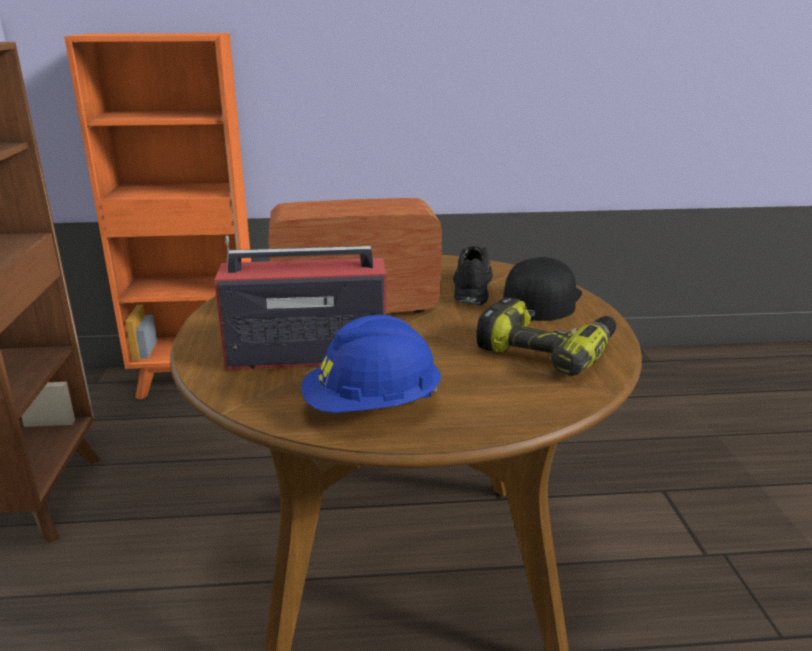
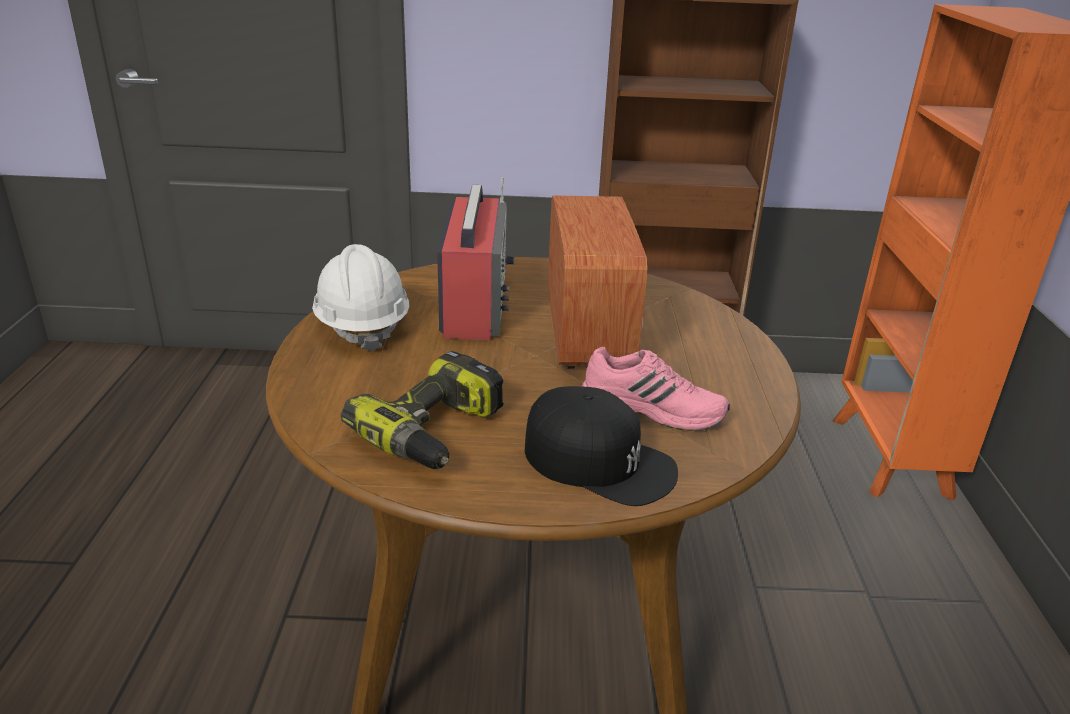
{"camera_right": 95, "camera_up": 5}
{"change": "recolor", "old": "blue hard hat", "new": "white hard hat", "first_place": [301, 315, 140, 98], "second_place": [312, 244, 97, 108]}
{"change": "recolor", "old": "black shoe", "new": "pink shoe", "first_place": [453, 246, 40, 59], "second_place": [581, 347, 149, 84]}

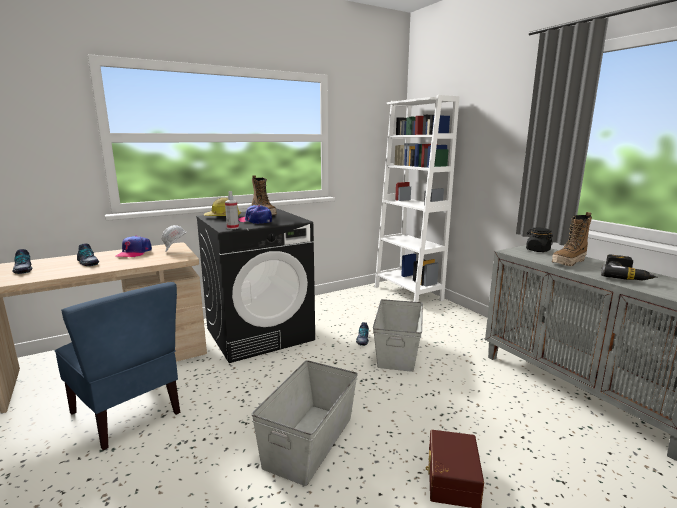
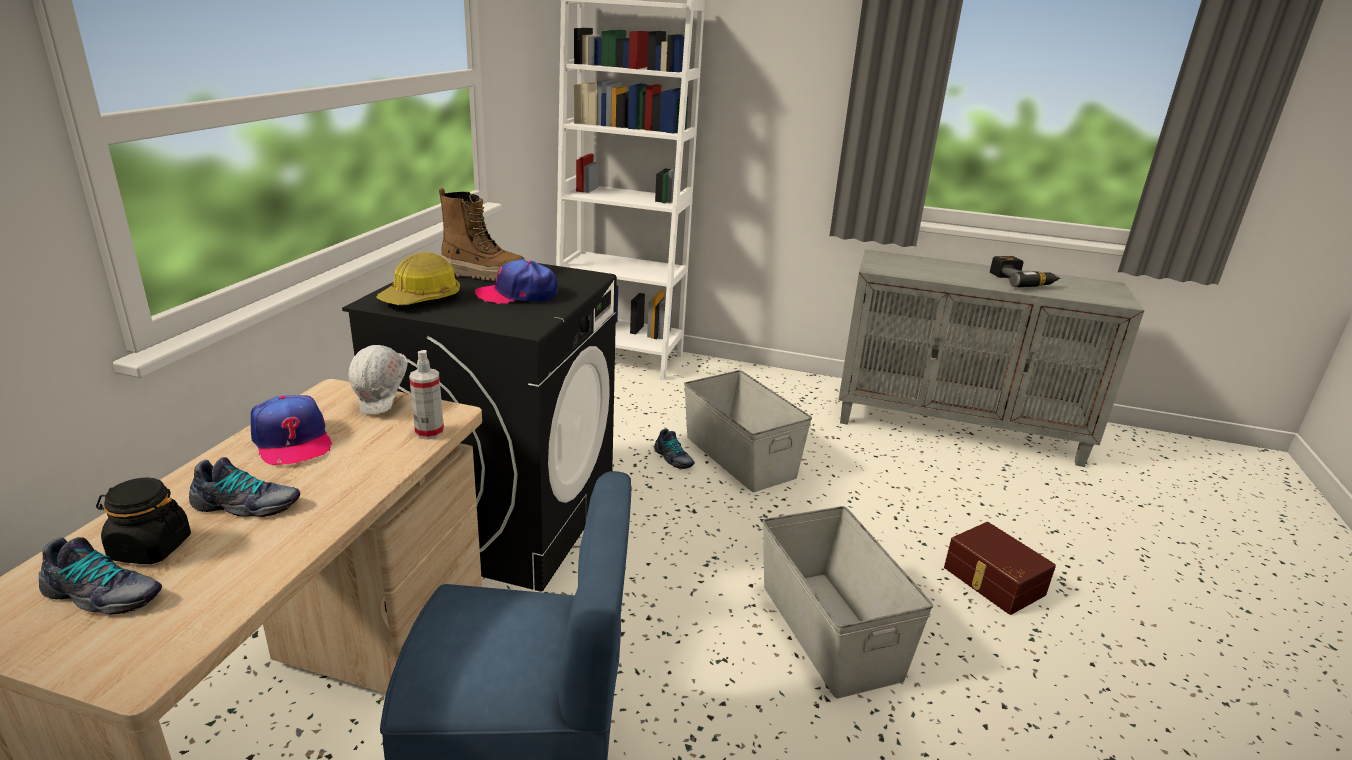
{"camera_right": -45, "camera_up": 10}
{"change": "move", "old": "spray bottle", "first_place": [225, 191, 14, 38], "second_place": [409, 350, 35, 90]}
{"change": "move", "old": "black jar", "first_place": [526, 228, 27, 24], "second_place": [96, 477, 95, 87]}
{"change": "delete", "old": "boot", "first_place": [552, 212, 40, 54]}

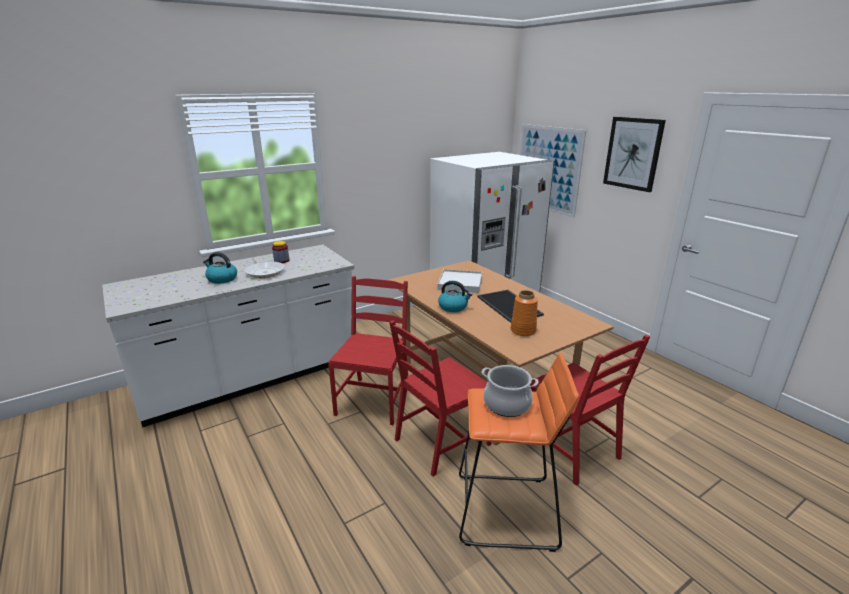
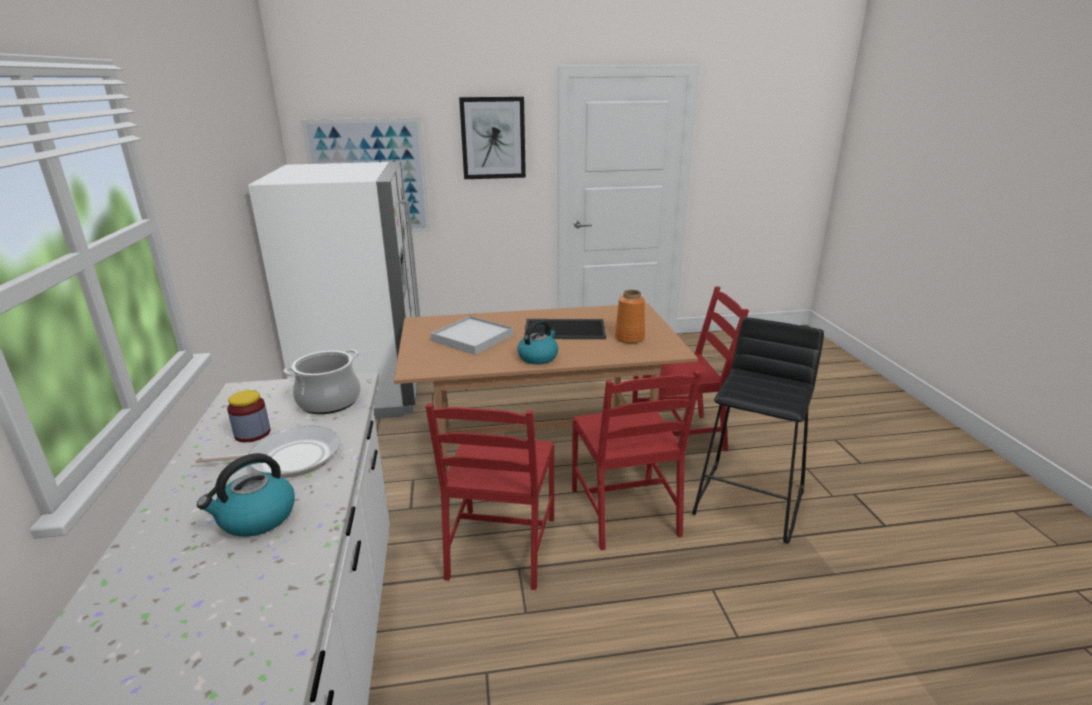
{"camera_right": -65, "camera_up": 0}
{"change": "rotate", "old": "red chair", "first_place": [328, 276, 80, 149], "second_place": [425, 403, 129, 187], "degrees": -120}
{"change": "recolor", "old": "orange stool", "new": "black stool", "first_place": [459, 353, 120, 199], "second_place": [692, 317, 132, 227]}
{"change": "move", "old": "cooking pot", "first_place": [481, 365, 57, 52], "second_place": [283, 349, 78, 65]}

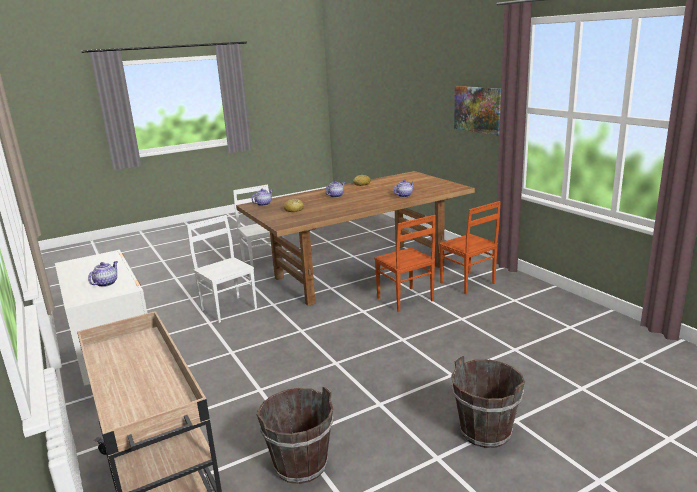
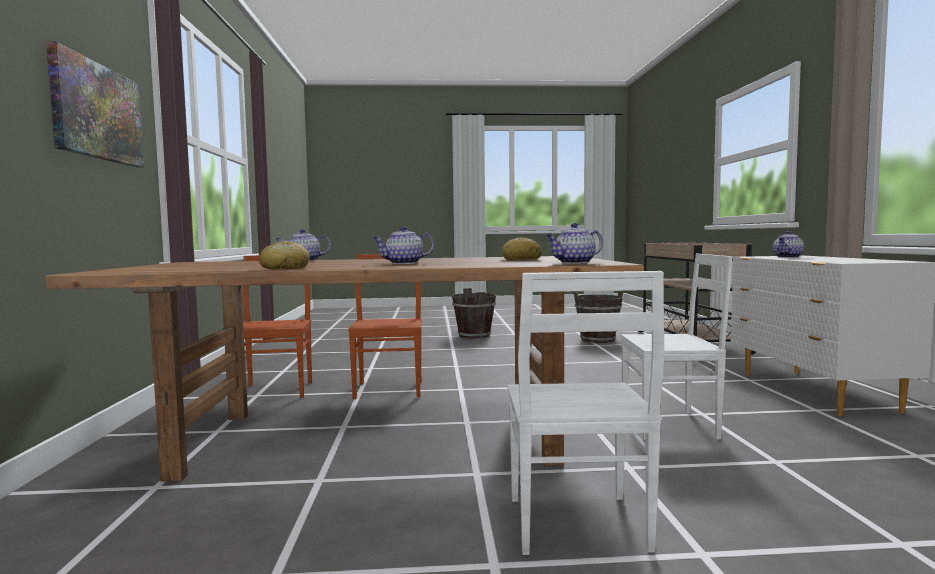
{"camera_right": -155, "camera_up": -15}
{"change": "rotate", "old": "white chair", "first_place": [187, 215, 70, 108], "second_place": [621, 253, 112, 187], "degrees": -75}

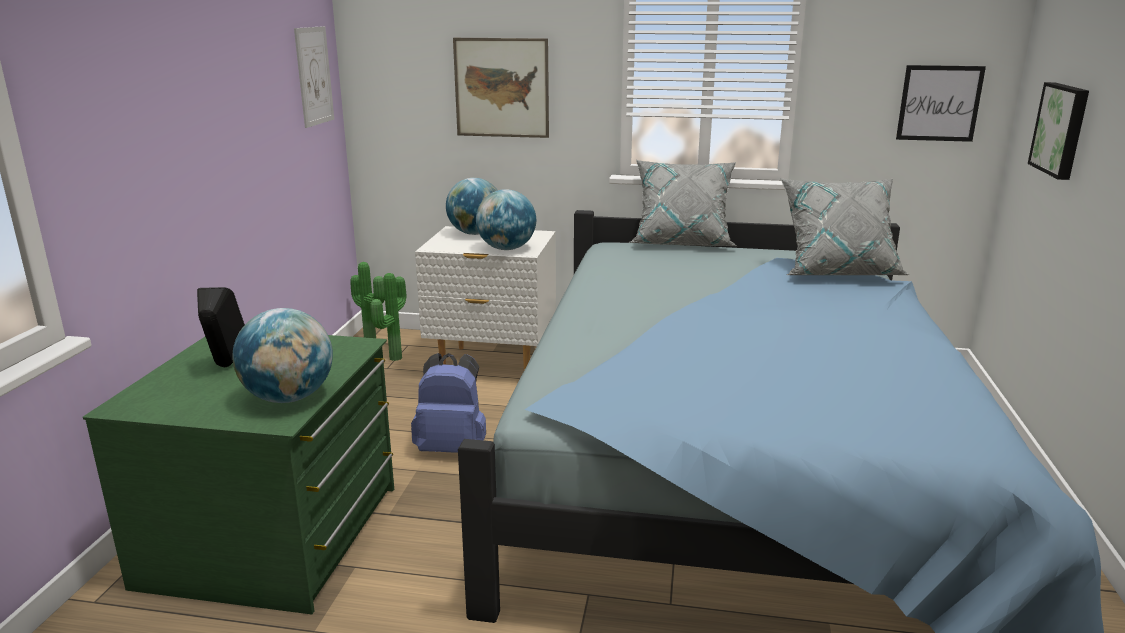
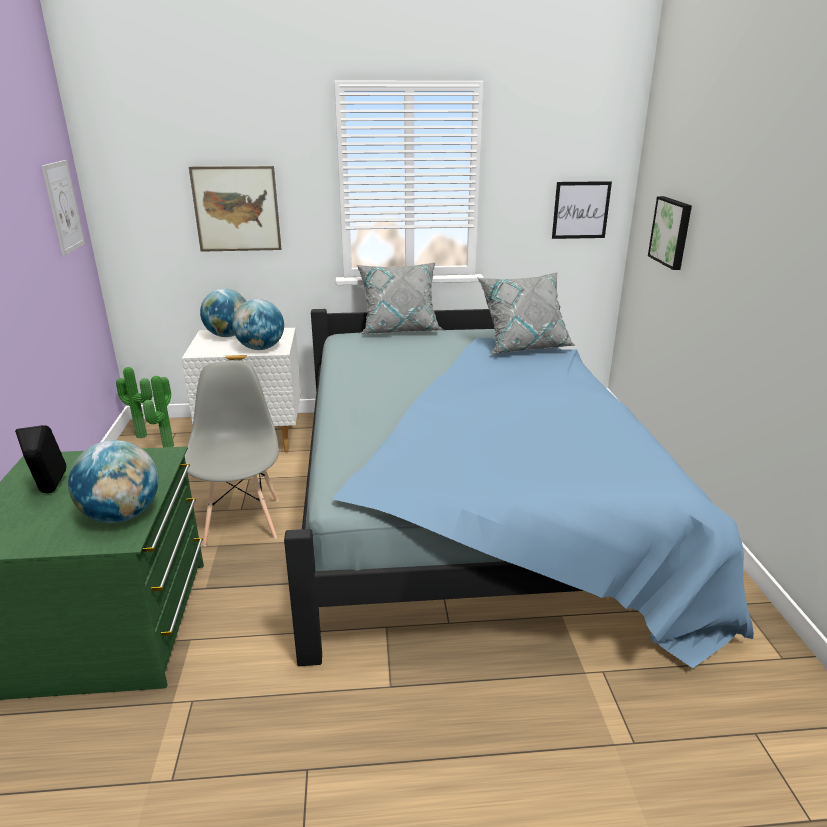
{"camera_right": -15, "camera_up": 5}
{"change": "replace", "old": "blue backpack", "new": "grey chair", "first_place": [411, 353, 75, 100], "second_place": [185, 361, 94, 186]}

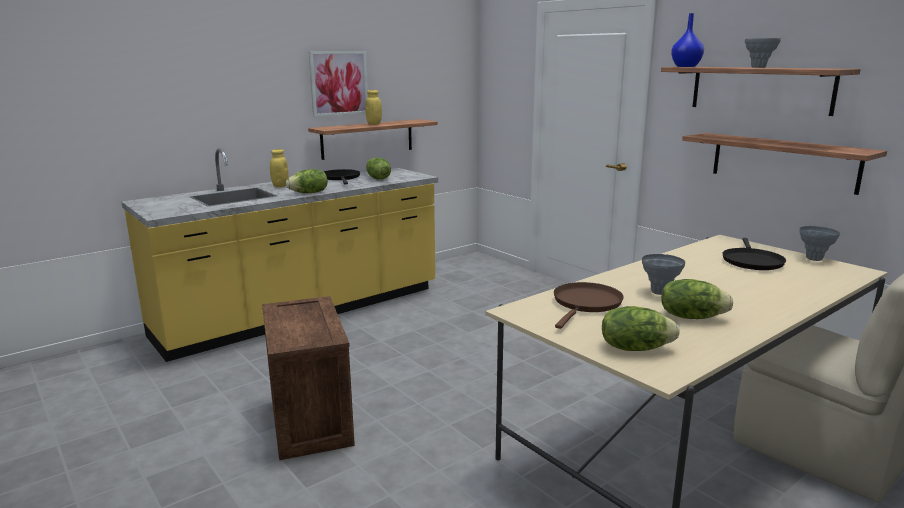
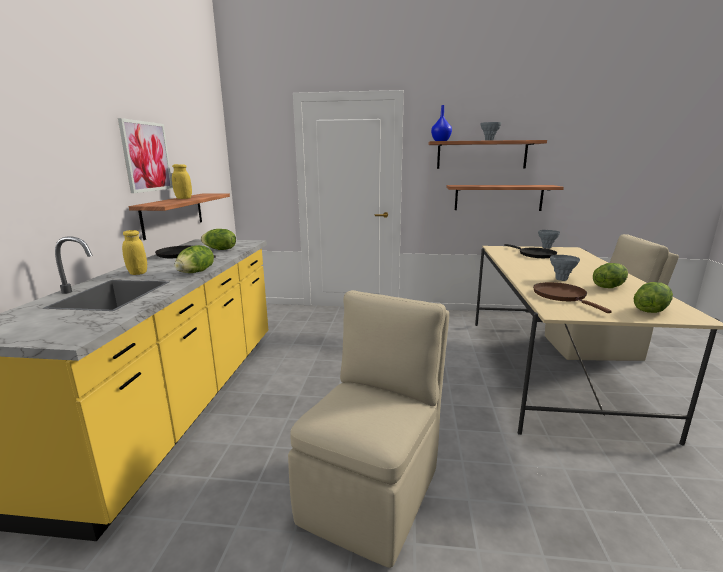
{"camera_right": -45, "camera_up": 0}
{"change": "replace", "old": "crate", "new": "beige chair", "first_place": [262, 296, 93, 164], "second_place": [288, 290, 161, 278]}

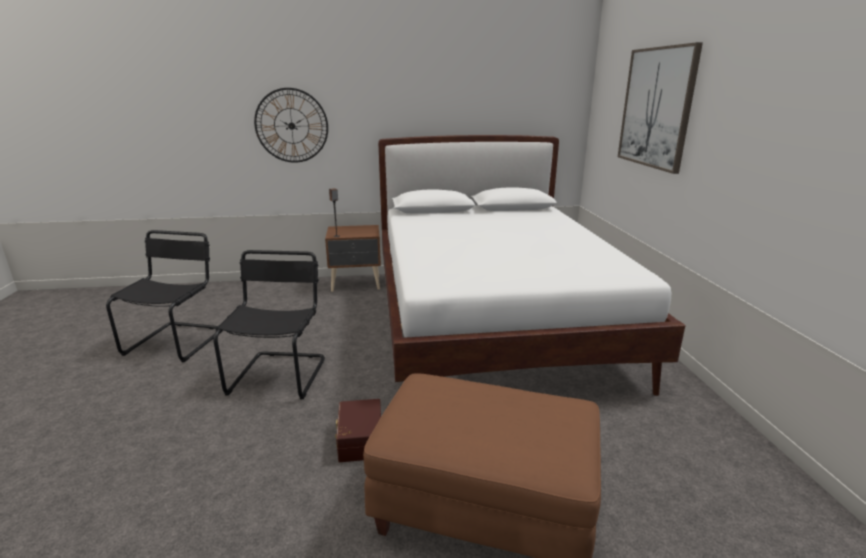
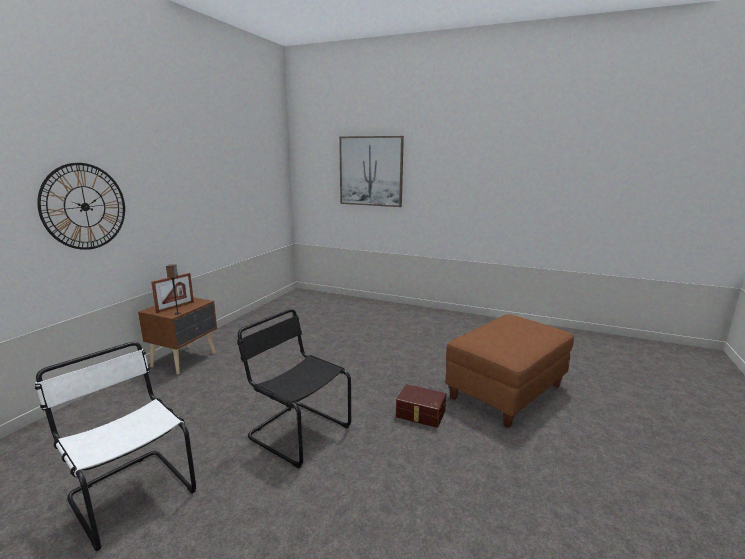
{"camera_right": -60, "camera_up": -5}
{"change": "recolor", "old": "black chair", "new": "white chair", "first_place": [106, 230, 111, 132], "second_place": [35, 342, 161, 209]}
{"change": "delete", "old": "white bed", "first_place": [378, 135, 308, 261]}
{"change": "insert", "new": "picture frame", "second_place": [151, 273, 43, 40]}

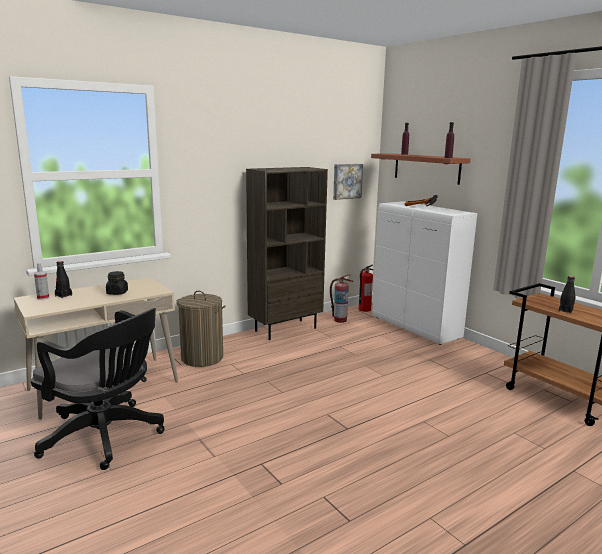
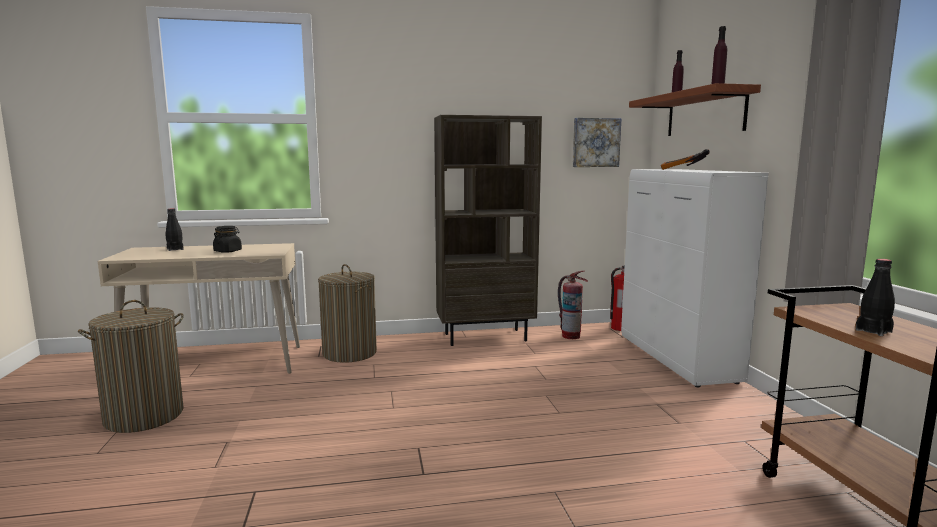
{"camera_right": 25, "camera_up": -5}
{"change": "replace", "old": "black office chair", "new": "laundry basket", "first_place": [31, 308, 134, 162], "second_place": [78, 300, 106, 133]}
{"change": "delete", "old": "spray bottle", "first_place": [34, 263, 15, 37]}

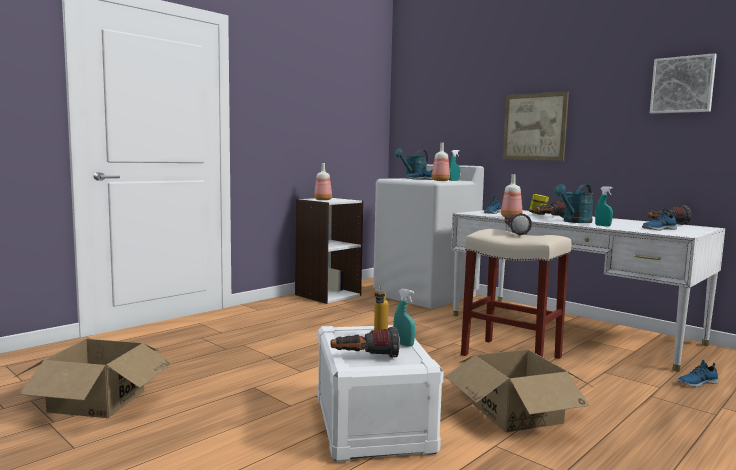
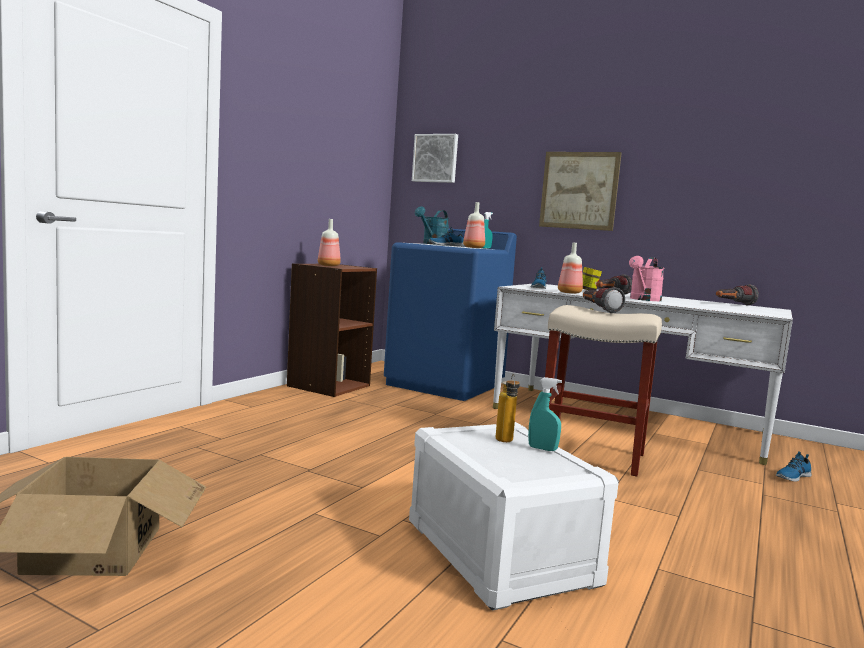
{"camera_right": -15, "camera_up": 0}
{"change": "recolor", "old": "white bookcase", "new": "brown bookcase", "first_place": [295, 197, 68, 107], "second_place": [287, 264, 90, 133]}
{"change": "delete", "old": "flashlight", "first_place": [330, 326, 70, 32]}
{"change": "recolor", "old": "white washing machine", "new": "blue washing machine", "first_place": [373, 164, 111, 145], "second_place": [384, 228, 133, 173]}
{"change": "delete", "old": "cardboard box", "first_place": [445, 349, 148, 83]}
{"change": "recolor", "old": "turquoise watering can", "new": "pink watering can", "first_place": [554, 184, 40, 39], "second_place": [629, 256, 36, 45]}
{"change": "delete", "old": "turquoise spray bottle", "first_place": [595, 186, 18, 40]}
{"change": "delete", "old": "shoe", "first_place": [642, 208, 35, 22]}
{"change": "move", "old": "picture", "first_place": [650, 53, 67, 61], "second_place": [412, 134, 46, 49]}

